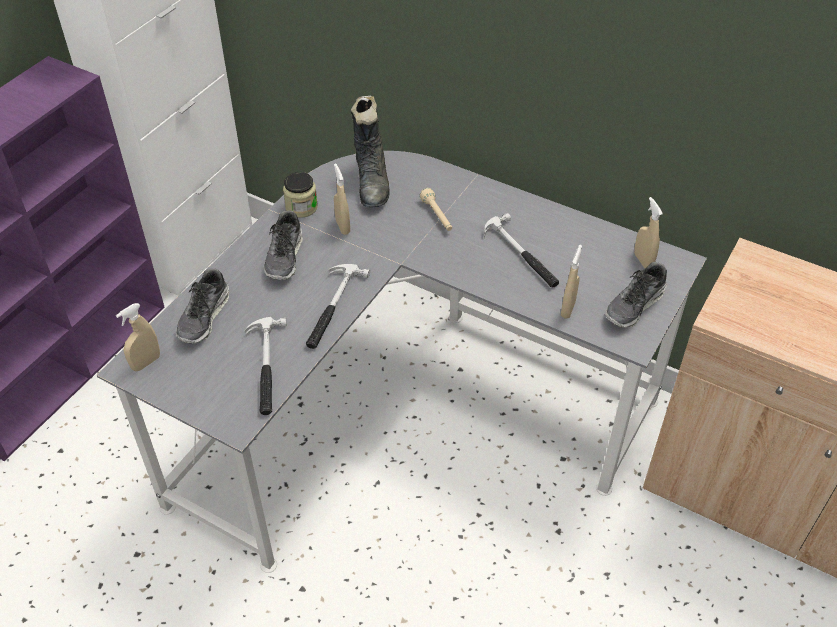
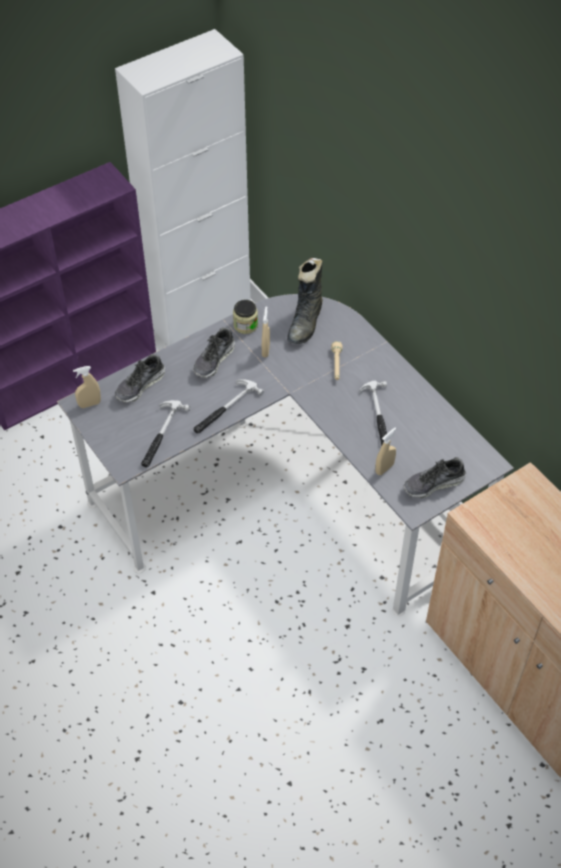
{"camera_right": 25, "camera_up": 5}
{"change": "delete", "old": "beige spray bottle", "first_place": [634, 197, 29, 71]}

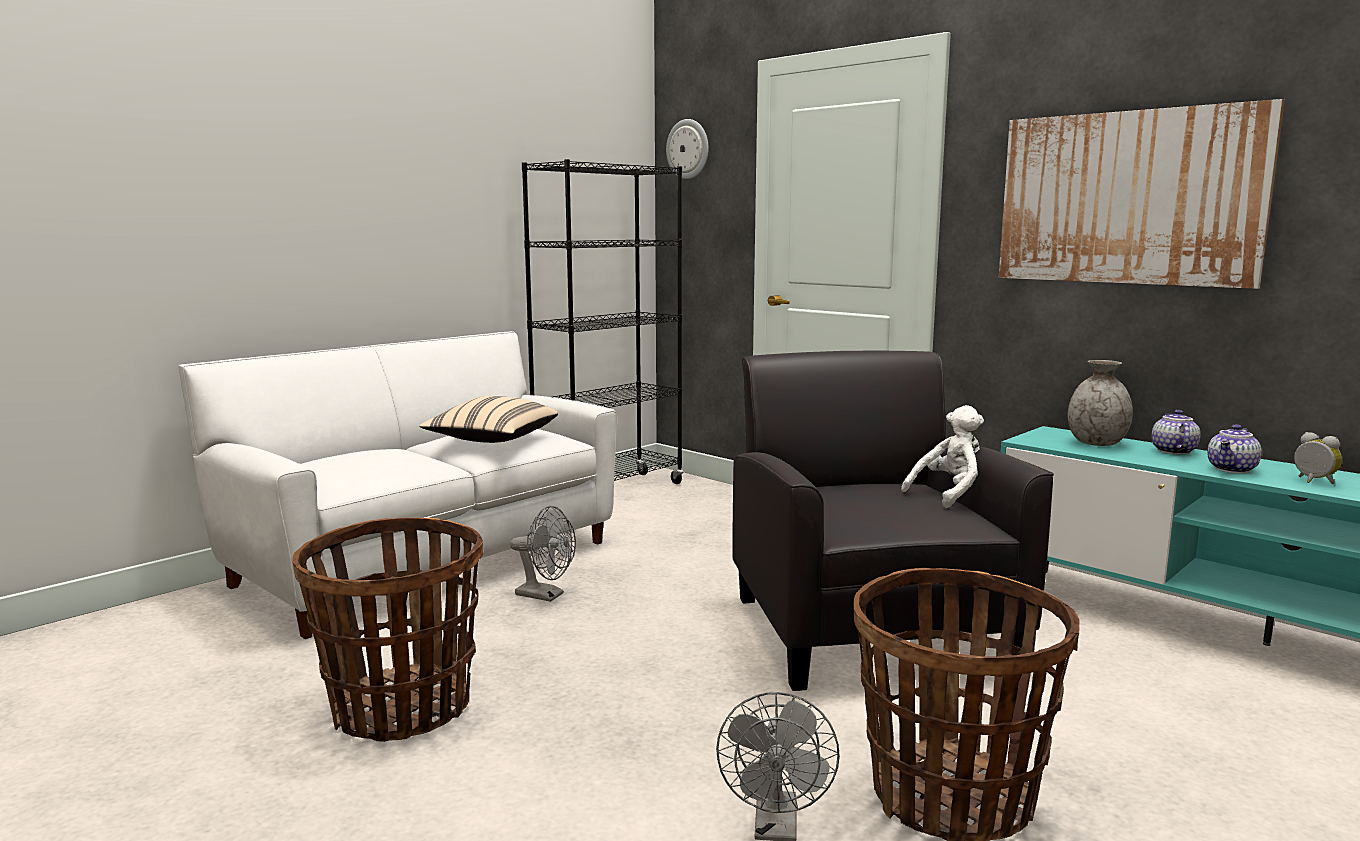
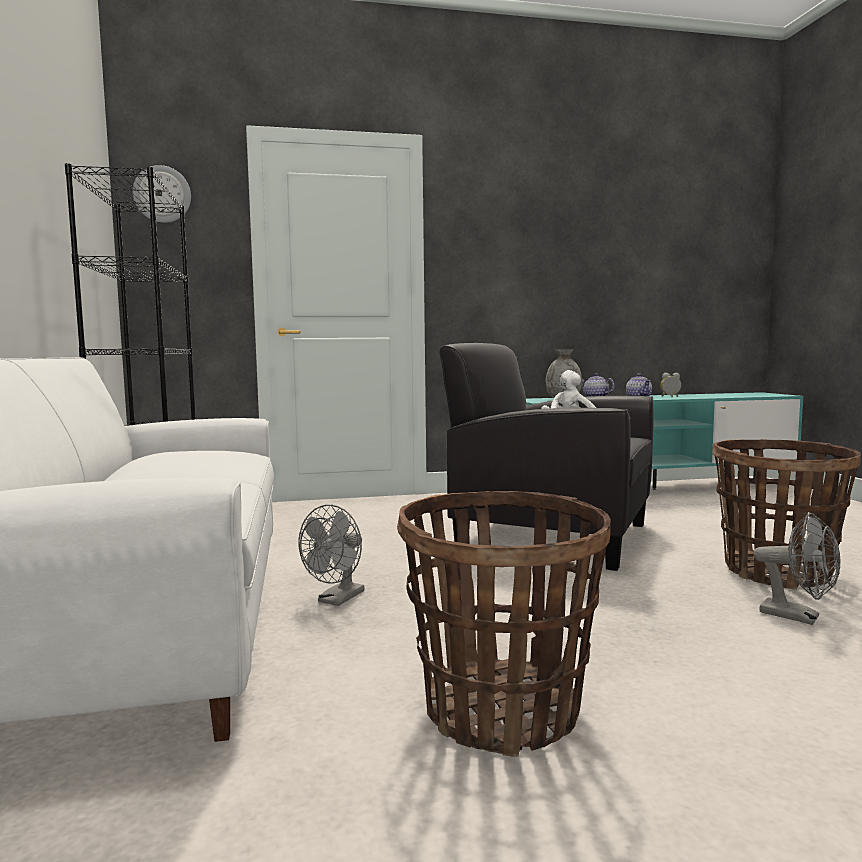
{"camera_right": -55, "camera_up": -5}
{"change": "delete", "old": "beige pillow", "first_place": [420, 396, 138, 47]}
{"change": "rotate", "old": "grey fan", "first_place": [510, 506, 66, 96], "second_place": [298, 505, 67, 101], "degrees": 150}
{"change": "delete", "old": "picture", "first_place": [999, 99, 286, 190]}

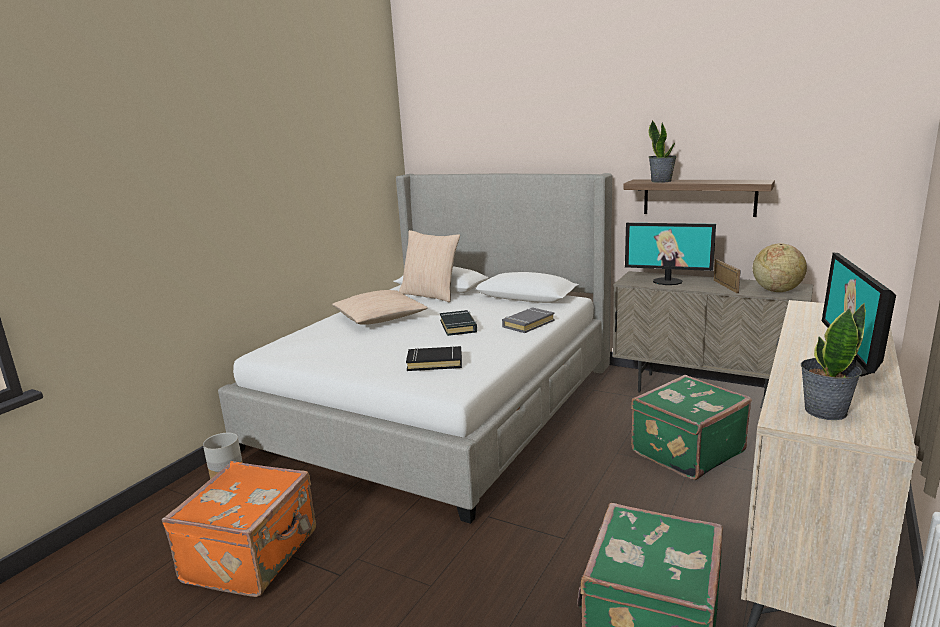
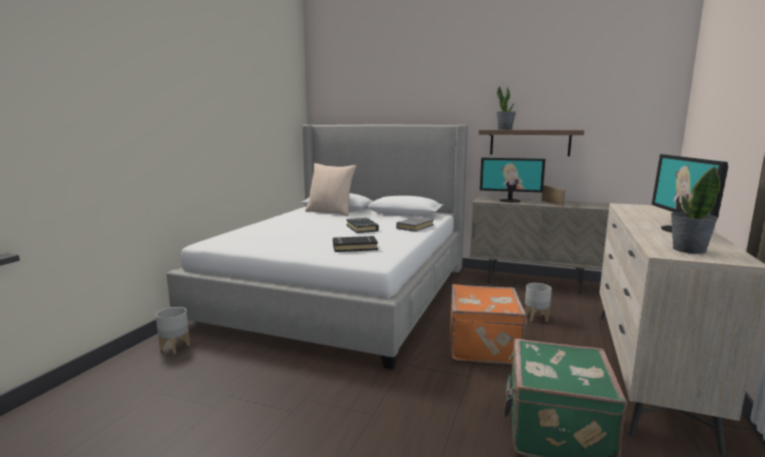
{"camera_right": -10, "camera_up": -5}
{"change": "move", "old": "orange suitcase", "first_place": [162, 461, 154, 136], "second_place": [450, 284, 78, 80]}
{"change": "delete", "old": "beige pillow", "first_place": [332, 290, 96, 35]}
{"change": "replace", "old": "green suitcase", "new": "grey planter", "first_place": [631, 375, 121, 105], "second_place": [525, 283, 27, 39]}
{"change": "delete", "old": "globe", "first_place": [753, 243, 54, 49]}

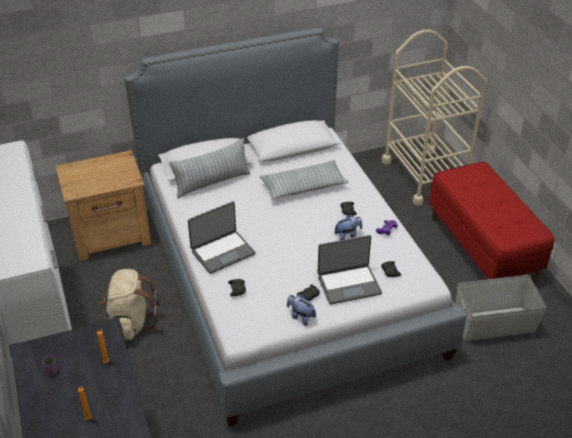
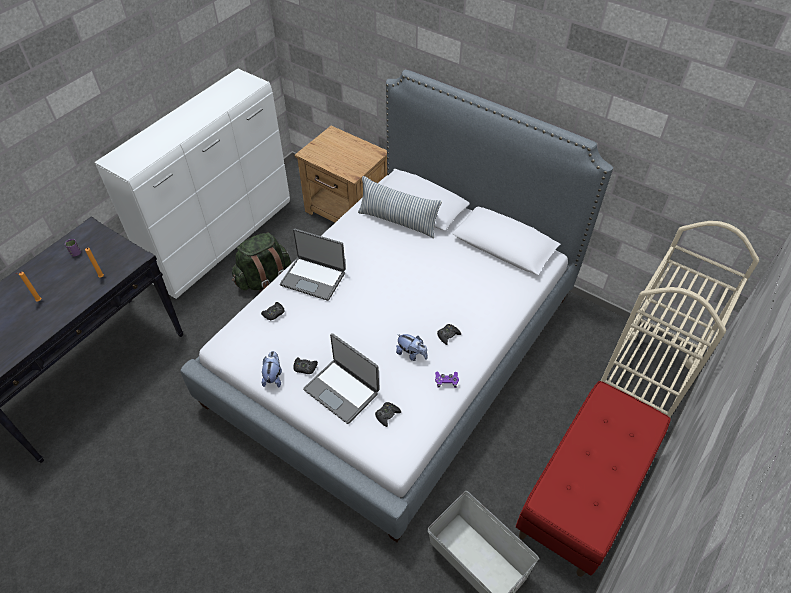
{"camera_right": 55, "camera_up": 10}
{"change": "recolor", "old": "beige backpack", "new": "green backpack", "first_place": [99, 269, 61, 72], "second_place": [232, 233, 59, 59]}
{"change": "delete", "old": "pillow", "first_place": [259, 160, 90, 40]}

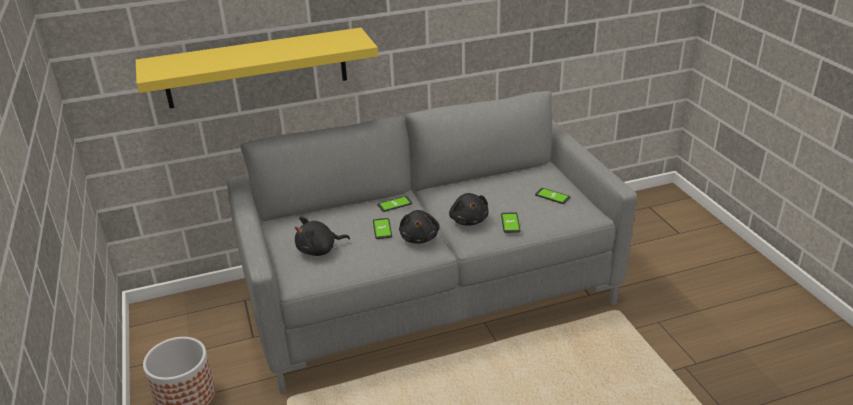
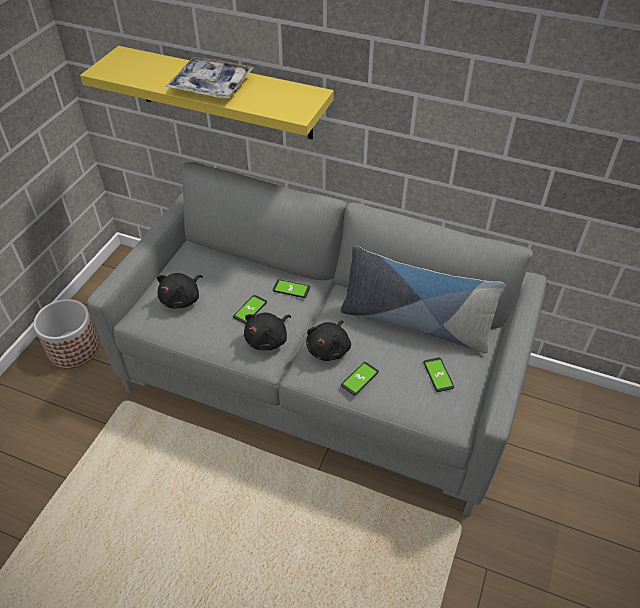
{"camera_right": 40, "camera_up": 15}
{"change": "rotate", "old": "black plush toy", "first_place": [294, 217, 56, 39], "second_place": [157, 273, 46, 35], "degrees": -75}
{"change": "insert", "new": "tray", "second_place": [166, 57, 88, 41]}
{"change": "insert", "new": "pillow", "second_place": [340, 246, 166, 107]}

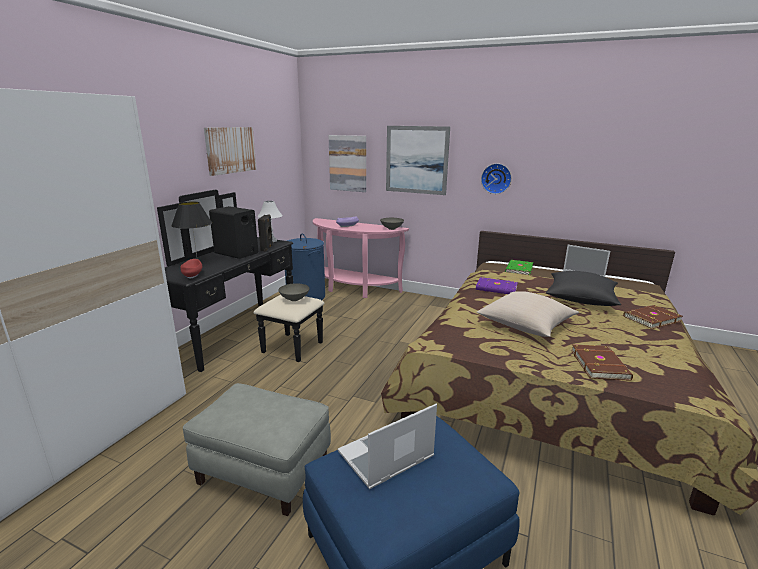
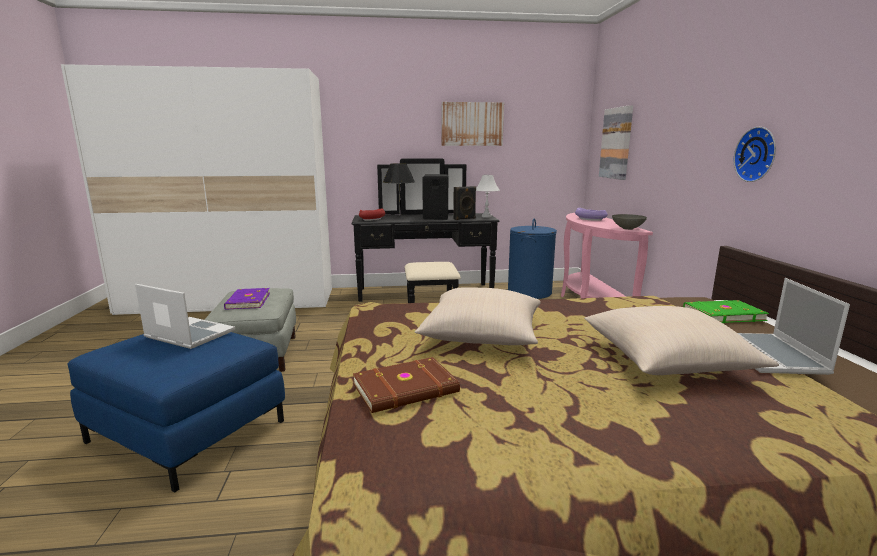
{"camera_right": 60, "camera_up": -5}
{"change": "delete", "old": "grey bowl", "first_place": [278, 283, 32, 18]}
{"change": "delete", "old": "picture", "first_place": [386, 126, 64, 69]}
{"change": "move", "old": "purple book", "first_place": [476, 277, 42, 17], "second_place": [224, 288, 46, 21]}
{"change": "recolor", "old": "black pillow", "new": "beige pillow", "first_place": [546, 271, 75, 35], "second_place": [584, 306, 195, 69]}
{"change": "delete", "old": "brown book", "first_place": [623, 305, 60, 24]}

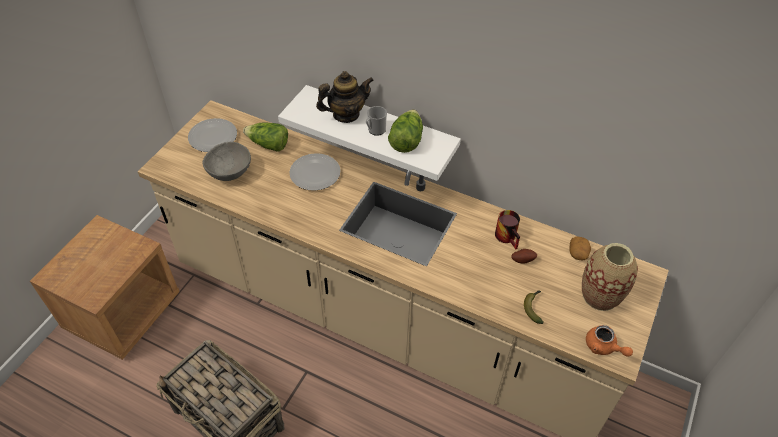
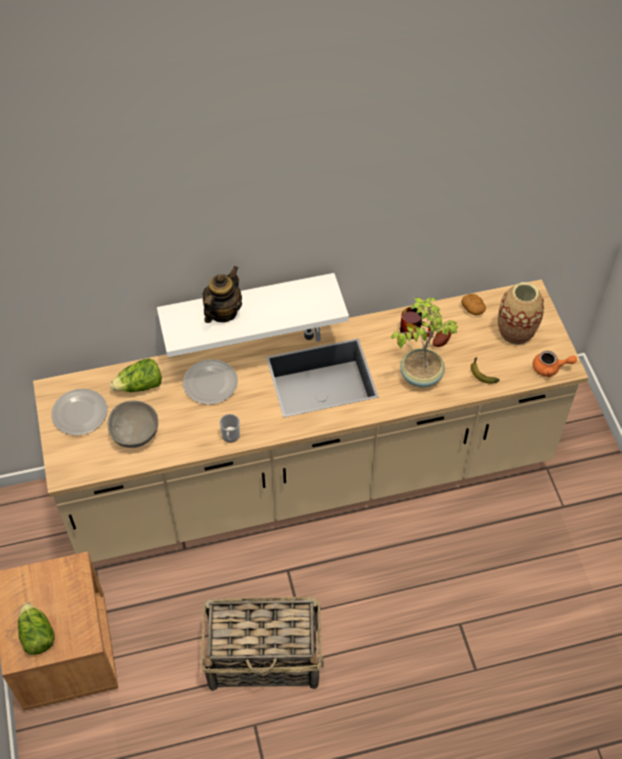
{"camera_right": -40, "camera_up": 5}
{"change": "move", "old": "mug", "first_place": [366, 106, 21, 30], "second_place": [219, 414, 21, 28]}
{"change": "move", "old": "lettuce", "first_place": [388, 109, 35, 44], "second_place": [18, 603, 37, 52]}
{"change": "insert", "new": "potted plant", "second_place": [391, 297, 67, 90]}

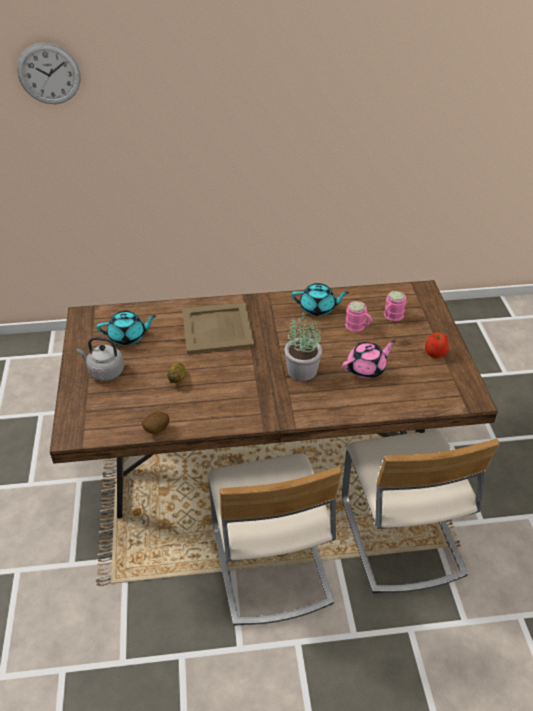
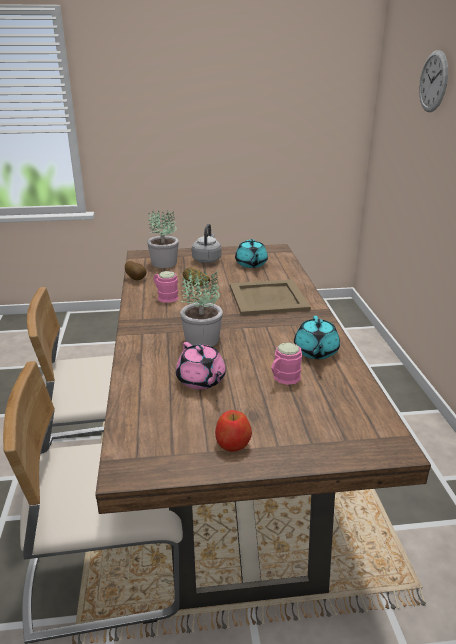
{"camera_right": 90, "camera_up": -15}
{"change": "move", "old": "pink mug", "first_place": [384, 291, 22, 30], "second_place": [153, 271, 26, 32]}
{"change": "insert", "new": "potted plant", "second_place": [147, 210, 32, 58]}

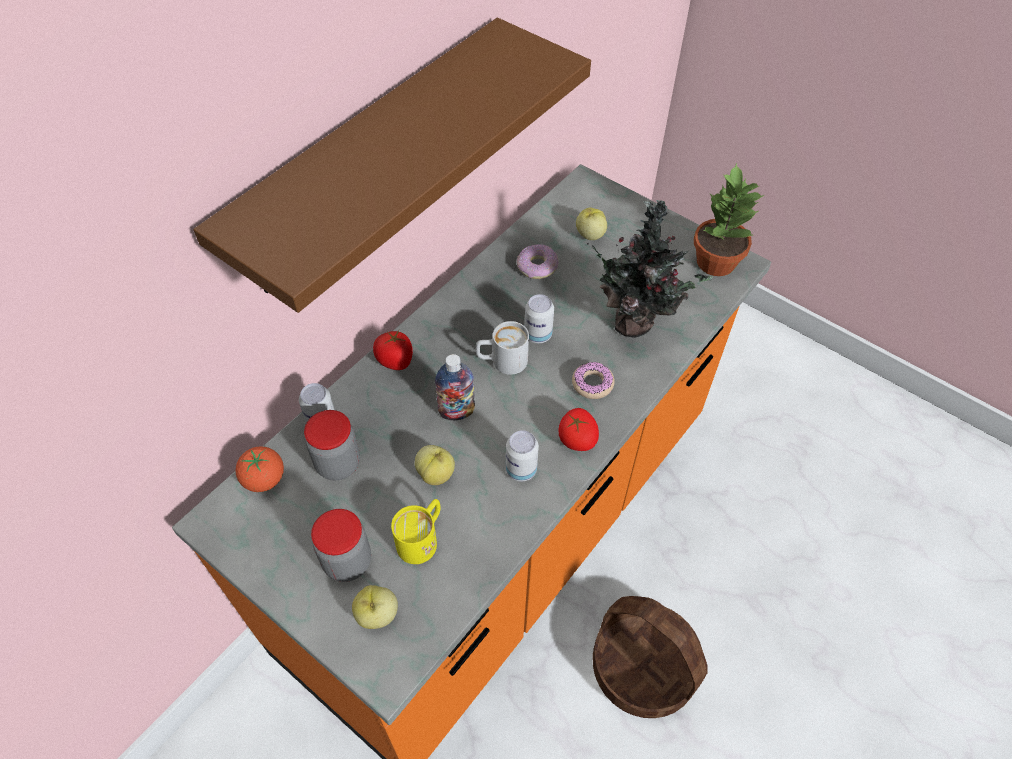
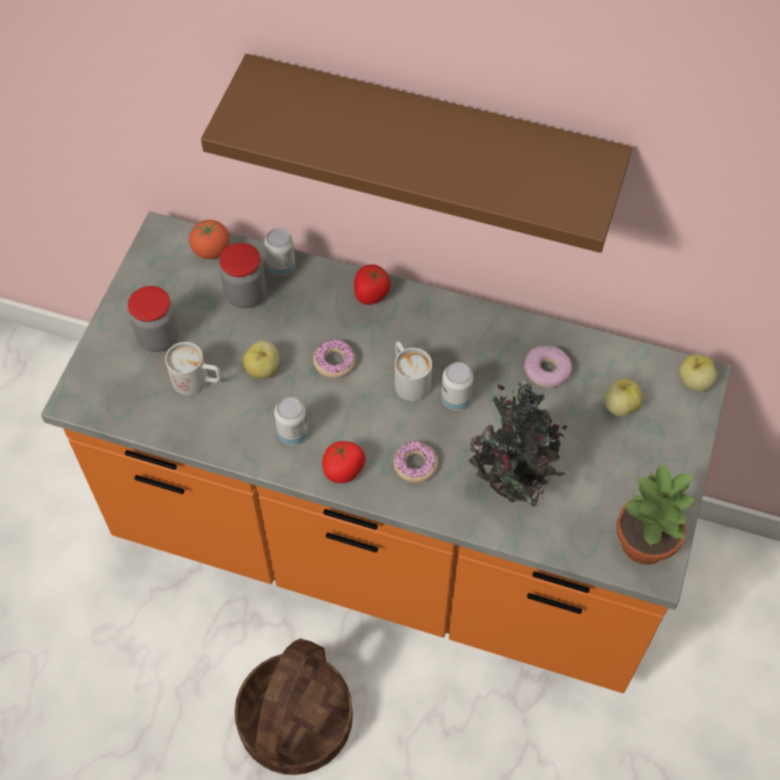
{"camera_right": 70, "camera_up": 5}
{"change": "move", "old": "apple", "first_place": [352, 585, 46, 44], "second_place": [679, 354, 38, 38]}
{"change": "recolor", "old": "yellow mug", "new": "white mug", "first_place": [391, 499, 49, 65], "second_place": [165, 342, 57, 53]}
{"change": "replace", "old": "bottle", "new": "donut", "first_place": [435, 354, 40, 66], "second_place": [313, 339, 43, 39]}

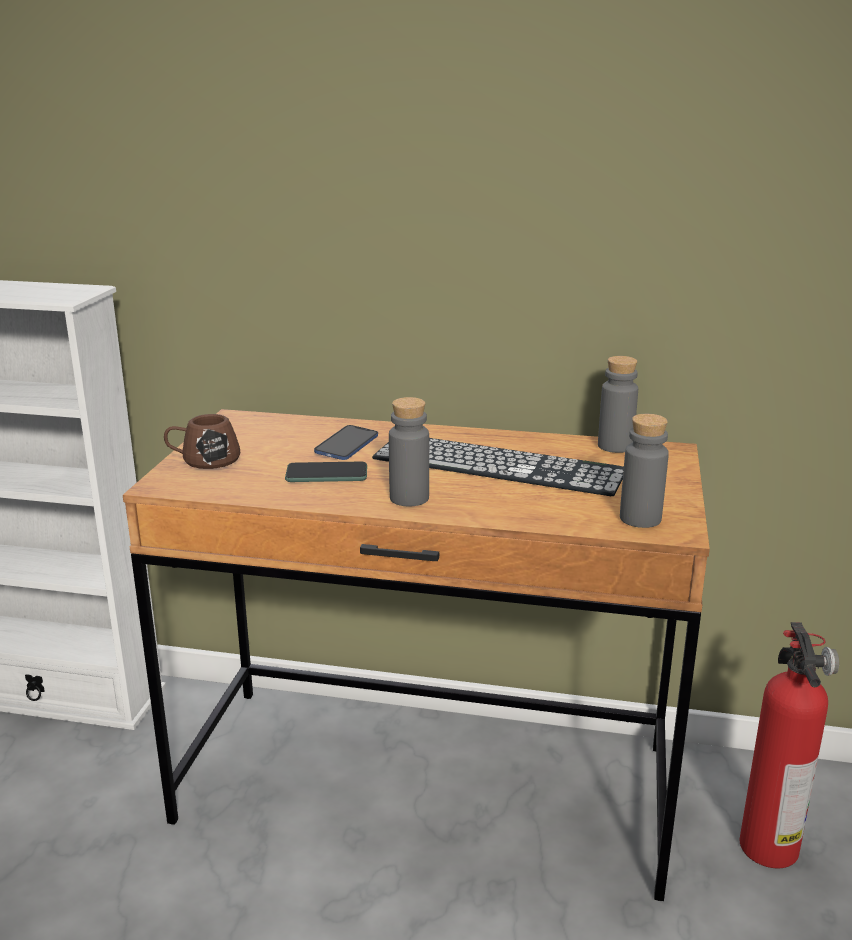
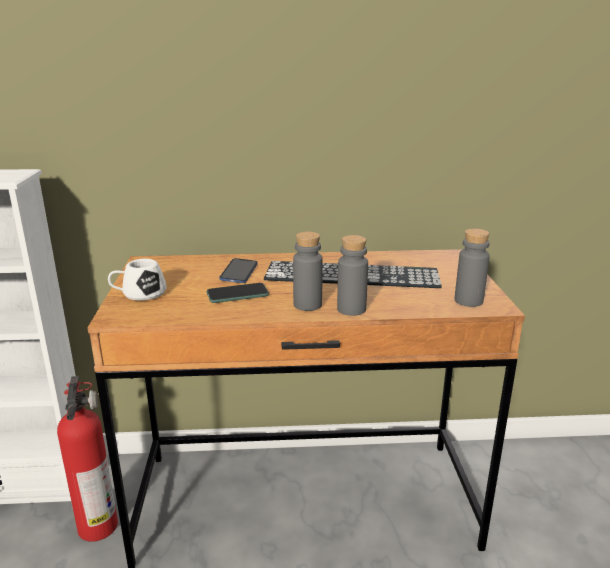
{"camera_right": -15, "camera_up": 0}
{"change": "recolor", "old": "brown mug", "new": "white mug", "first_place": [164, 414, 77, 55], "second_place": [108, 259, 59, 42]}
{"change": "move", "old": "grey bottle", "first_place": [598, 356, 40, 97], "second_place": [337, 235, 31, 81]}
{"change": "move", "old": "fire extinguisher", "first_place": [739, 622, 100, 247], "second_place": [57, 376, 61, 166]}

